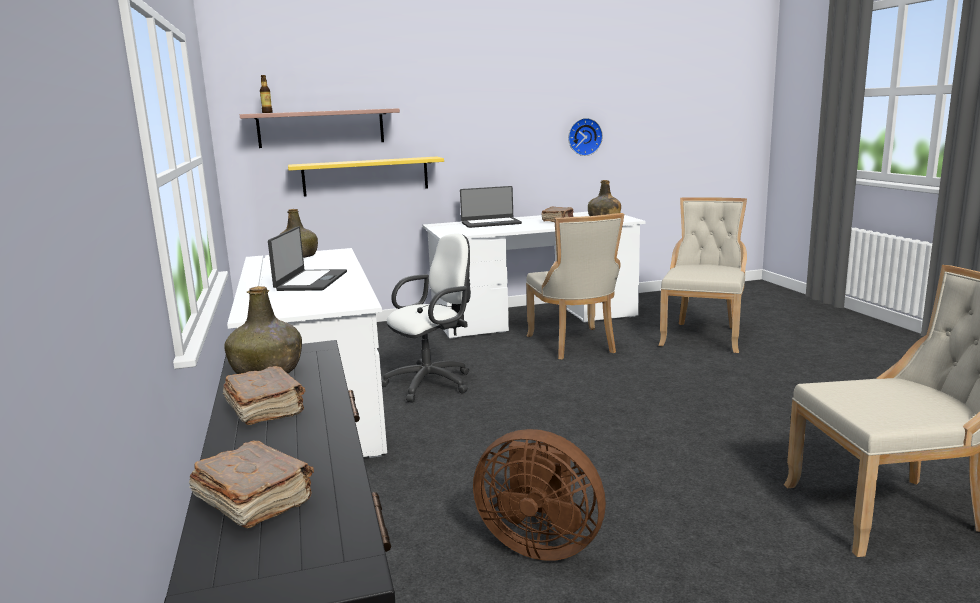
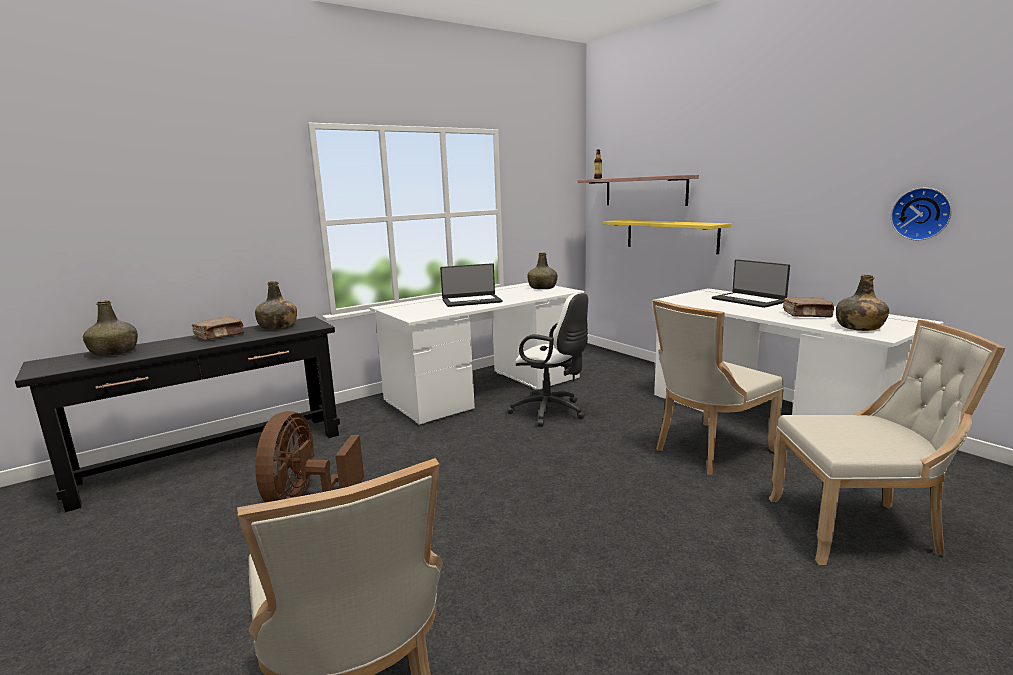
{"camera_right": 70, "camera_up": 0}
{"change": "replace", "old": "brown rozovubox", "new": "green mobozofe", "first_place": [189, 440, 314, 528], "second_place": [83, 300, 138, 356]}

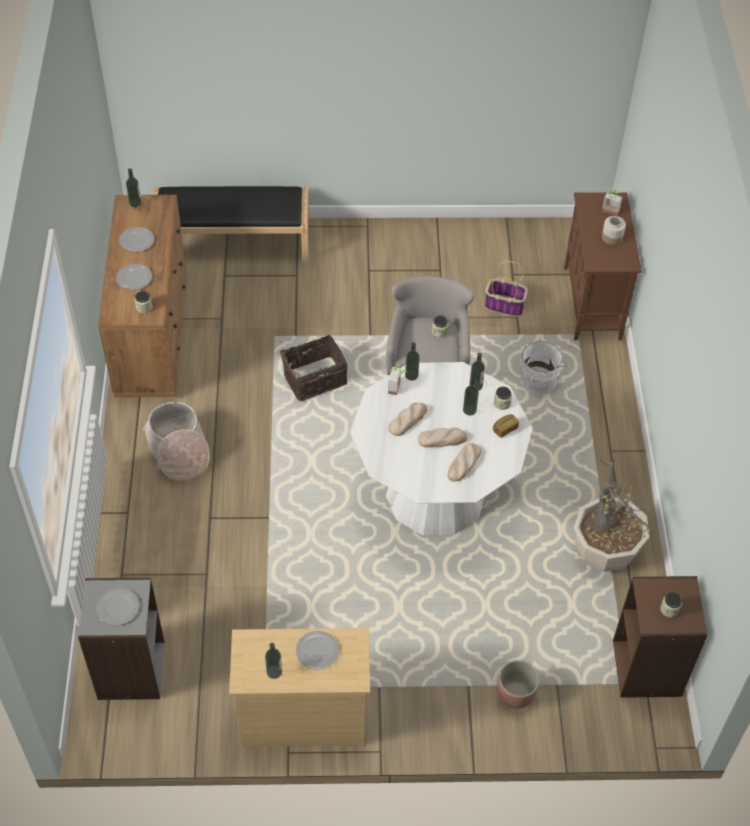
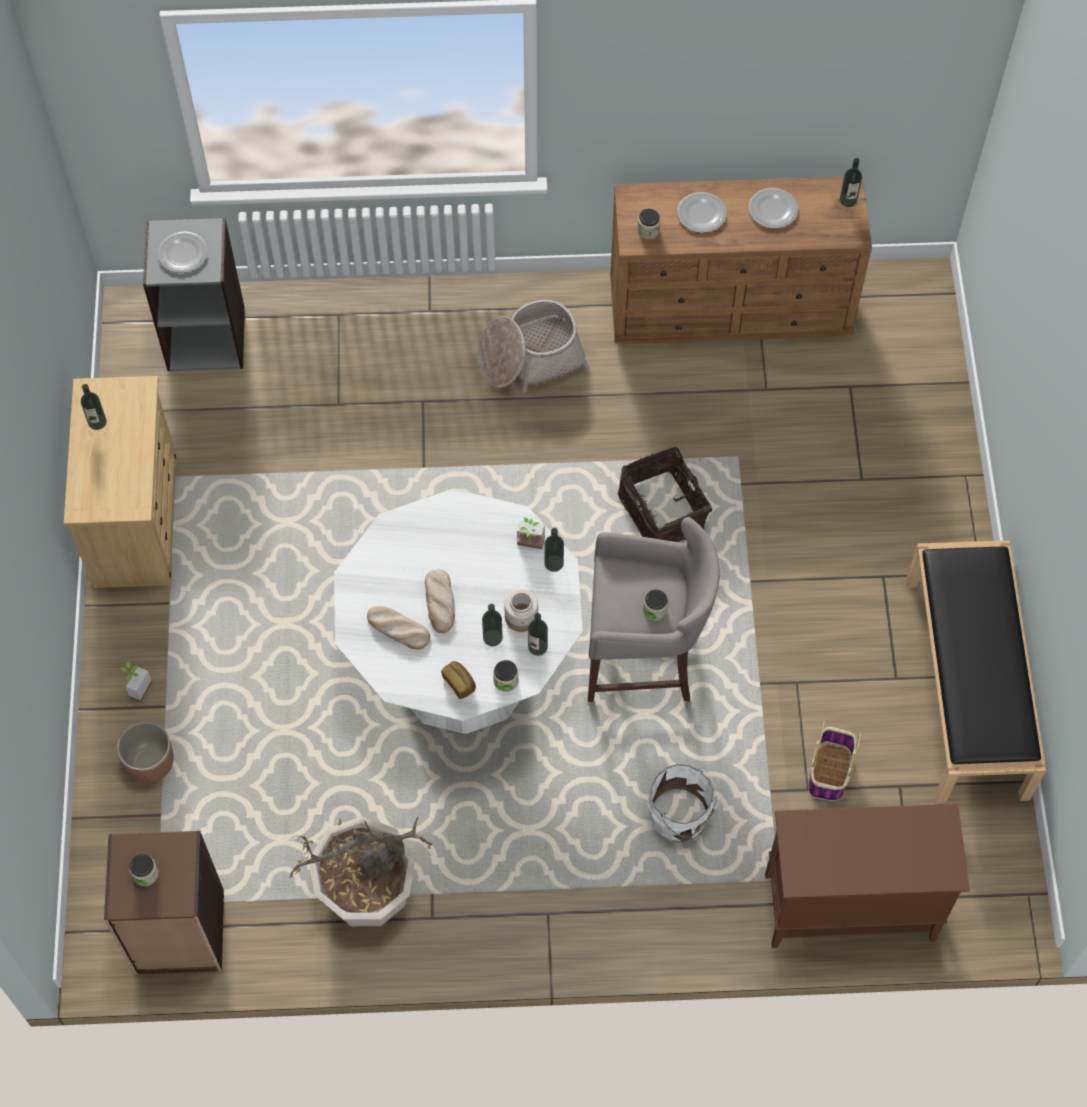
{"camera_right": 90, "camera_up": 10}
{"change": "move", "old": "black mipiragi", "first_place": [153, 186, 309, 263], "second_place": [906, 540, 1046, 804]}
{"change": "move", "old": "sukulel", "first_place": [602, 187, 622, 216], "second_place": [120, 662, 153, 703]}
{"change": "move", "old": "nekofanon", "first_place": [602, 216, 626, 245], "second_place": [504, 589, 538, 632]}
{"change": "delete", "old": "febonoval", "first_place": [388, 403, 427, 436]}
{"change": "delete", "old": "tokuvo", "first_place": [296, 631, 339, 670]}

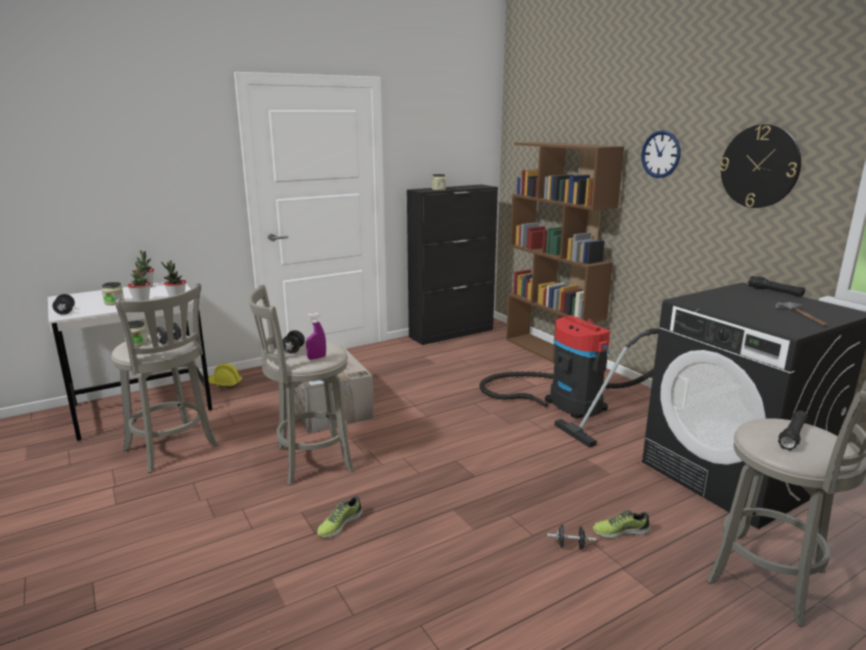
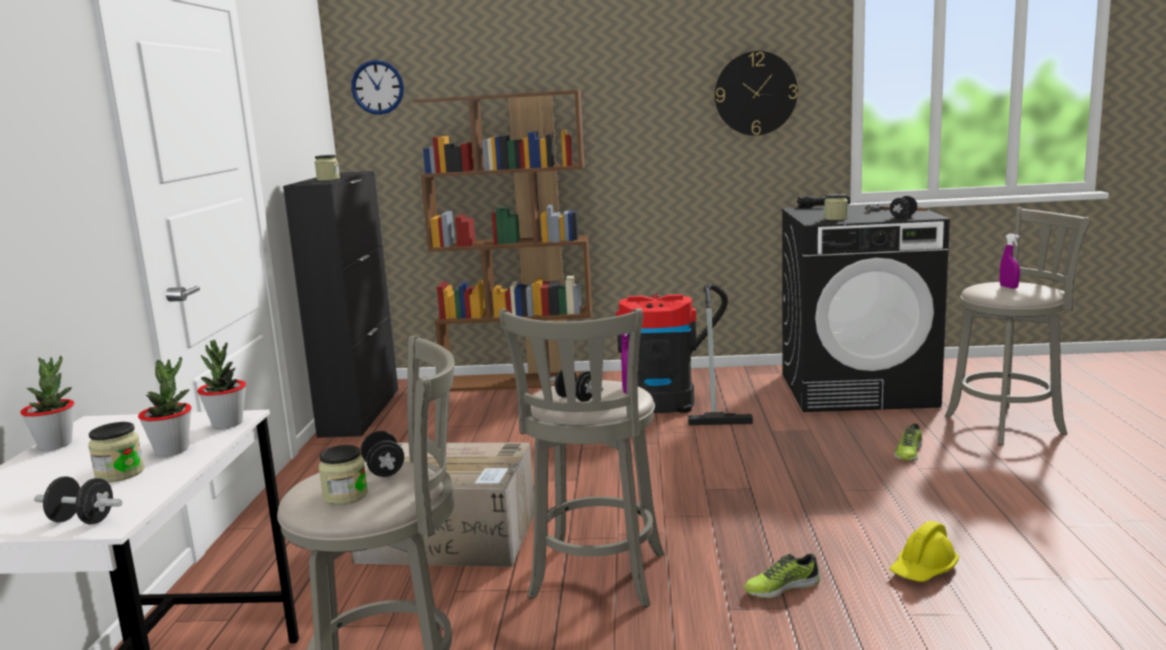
{"camera_right": -55, "camera_up": -5}
{"change": "move", "old": "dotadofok", "first_place": [641, 130, 680, 178], "second_place": [351, 60, 404, 115]}
{"change": "move", "old": "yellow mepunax", "first_place": [208, 363, 242, 388], "second_place": [889, 521, 959, 582]}
{"change": "replace", "old": "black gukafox", "new": "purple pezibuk", "first_place": [778, 410, 808, 451], "second_place": [1000, 234, 1020, 289]}
{"change": "rotate", "old": "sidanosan", "first_place": [317, 496, 363, 538], "second_place": [744, 553, 820, 598], "degrees": 90}
{"change": "move", "old": "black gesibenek", "first_place": [547, 525, 596, 550], "second_place": [890, 196, 917, 218]}
{"change": "insert", "new": "nekofanon", "second_place": [824, 194, 848, 220]}

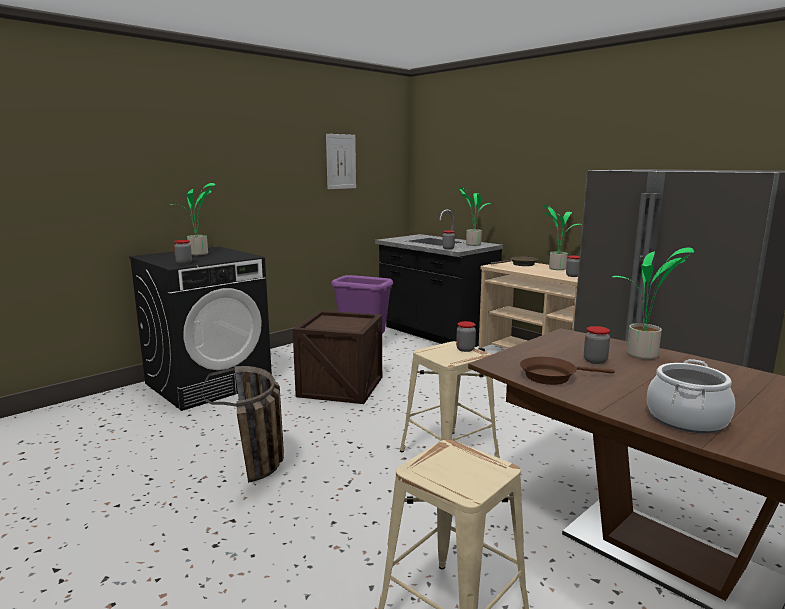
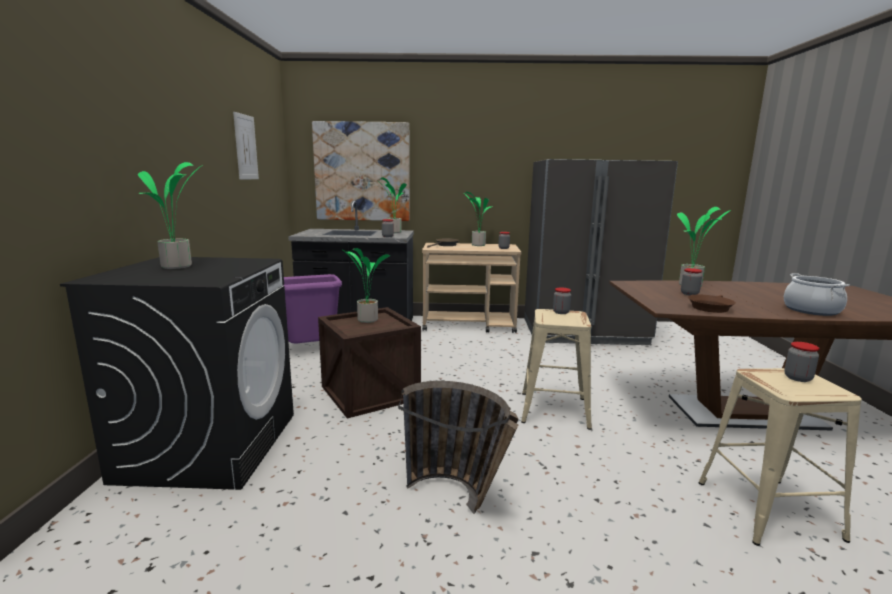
{"camera_right": -45, "camera_up": 0}
{"change": "move", "old": "nekofanon", "first_place": [174, 240, 192, 264], "second_place": [784, 342, 820, 382]}
{"change": "insert", "new": "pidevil", "second_place": [312, 121, 410, 221]}
{"change": "insert", "new": "sukulel", "second_place": [341, 248, 391, 323]}

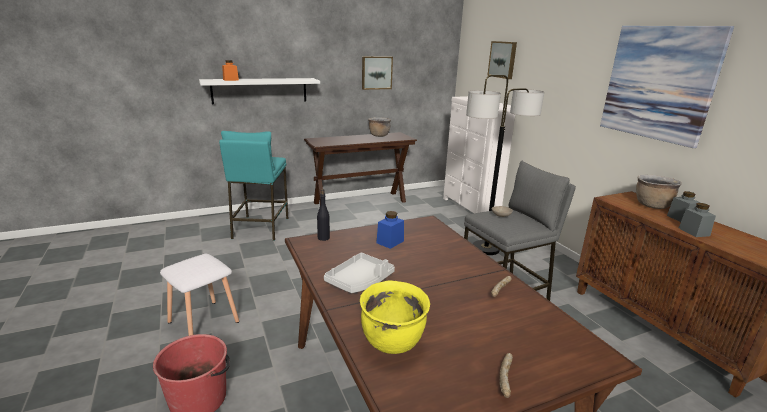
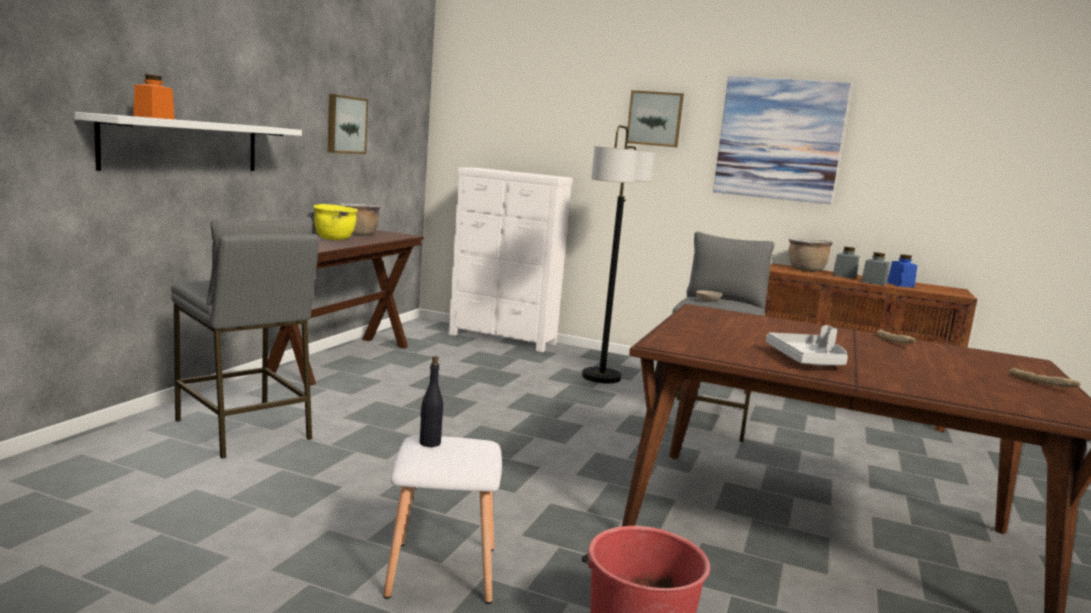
{"camera_right": -45, "camera_up": -10}
{"change": "move", "old": "pidevil", "first_place": [487, 41, 517, 79], "second_place": [627, 90, 684, 147]}
{"change": "recolor", "old": "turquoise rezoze", "new": "grey rezoze", "first_place": [219, 131, 288, 241], "second_place": [171, 217, 319, 459]}
{"change": "move", "old": "black mobozofe", "first_place": [317, 189, 330, 241], "second_place": [420, 356, 443, 447]}
{"change": "move", "old": "blue nekofanon", "first_place": [376, 211, 404, 249], "second_place": [887, 254, 918, 288]}
{"change": "move", "old": "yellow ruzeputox", "first_place": [360, 281, 430, 354], "second_place": [313, 204, 358, 240]}

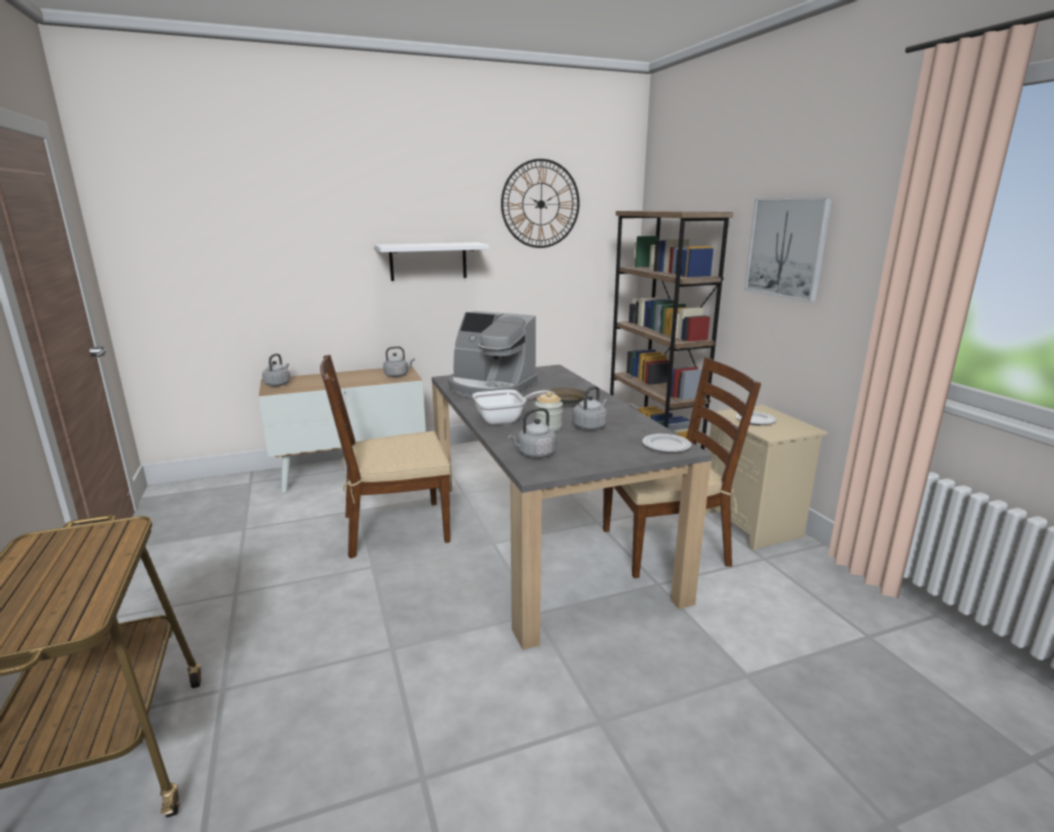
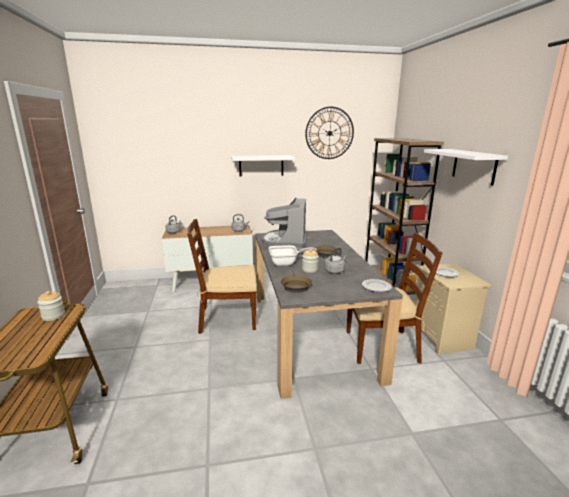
{"camera_right": 10, "camera_up": 0}
{"change": "replace", "old": "pidevil", "new": "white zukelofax", "first_place": [744, 198, 832, 302], "second_place": [424, 149, 508, 185]}
{"change": "rotate", "old": "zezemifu", "first_place": [448, 311, 537, 398], "second_place": [262, 198, 307, 250], "degrees": 60}
{"change": "replace", "old": "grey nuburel", "new": "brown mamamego", "first_place": [508, 408, 557, 458], "second_place": [281, 270, 312, 293]}
{"change": "insert", "new": "nekofanon", "second_place": [37, 291, 65, 321]}

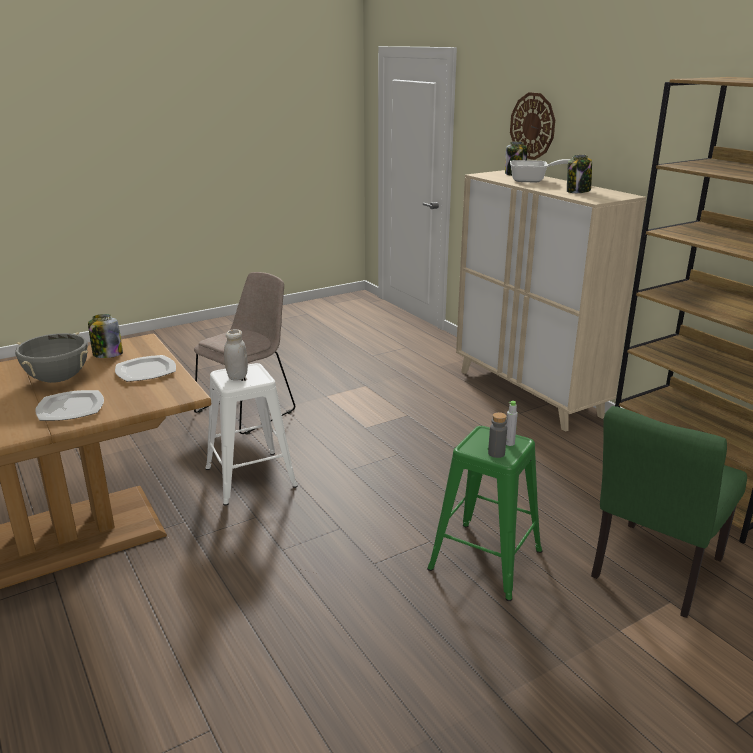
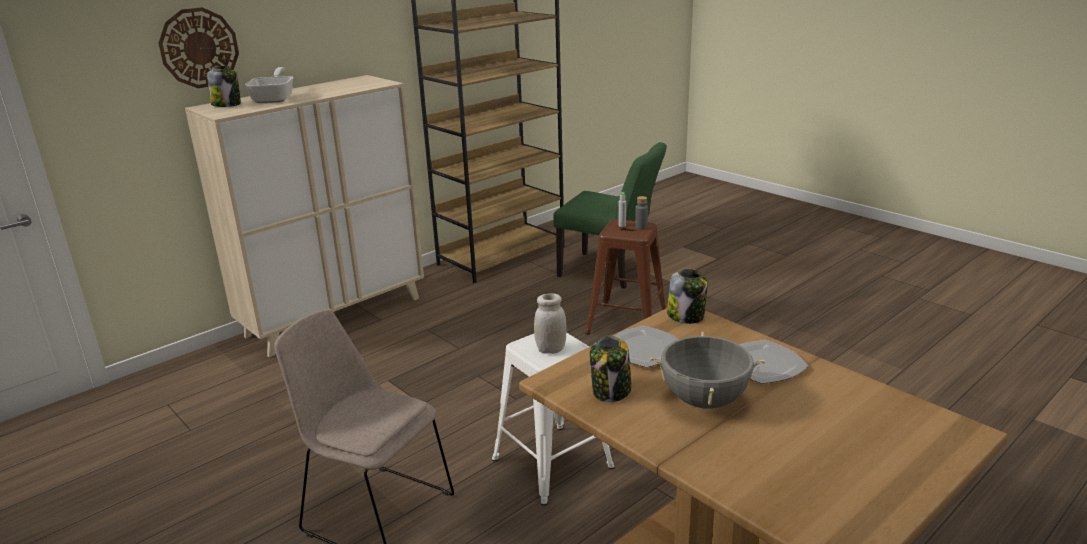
{"camera_right": -100, "camera_up": 0}
{"change": "move", "old": "nekofanon", "first_place": [567, 155, 592, 193], "second_place": [667, 269, 708, 324]}
{"change": "recolor", "old": "green rezoze", "new": "brown rezoze", "first_place": [427, 426, 542, 601], "second_place": [585, 219, 666, 335]}

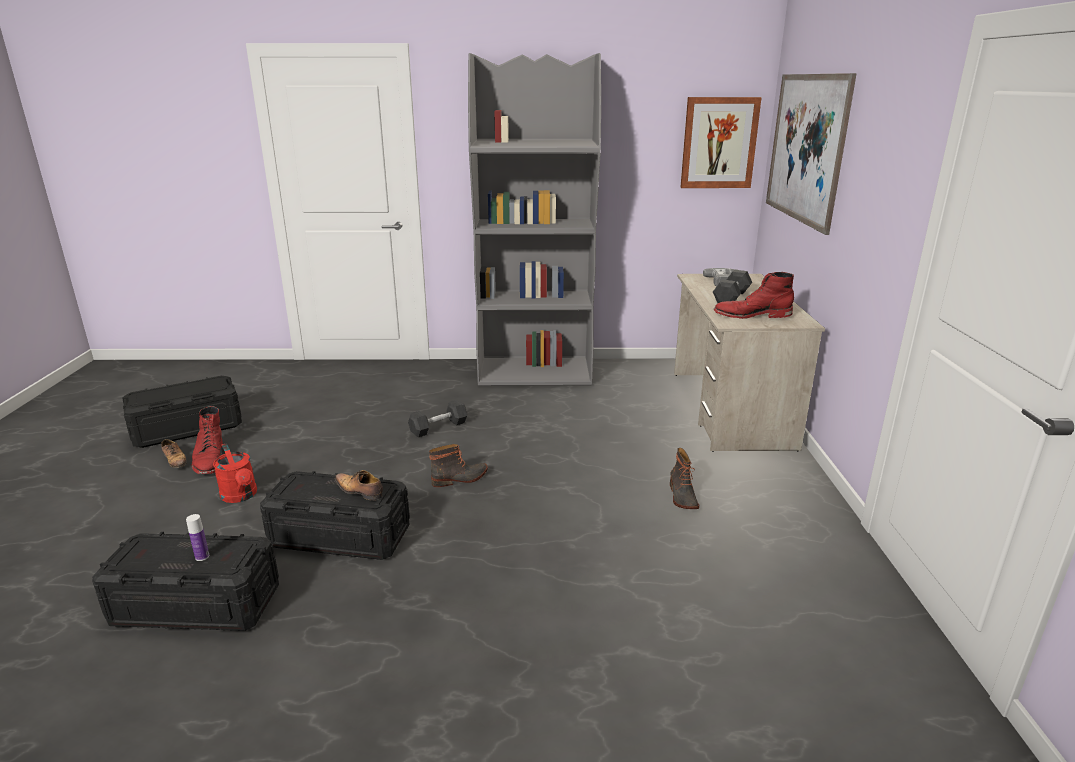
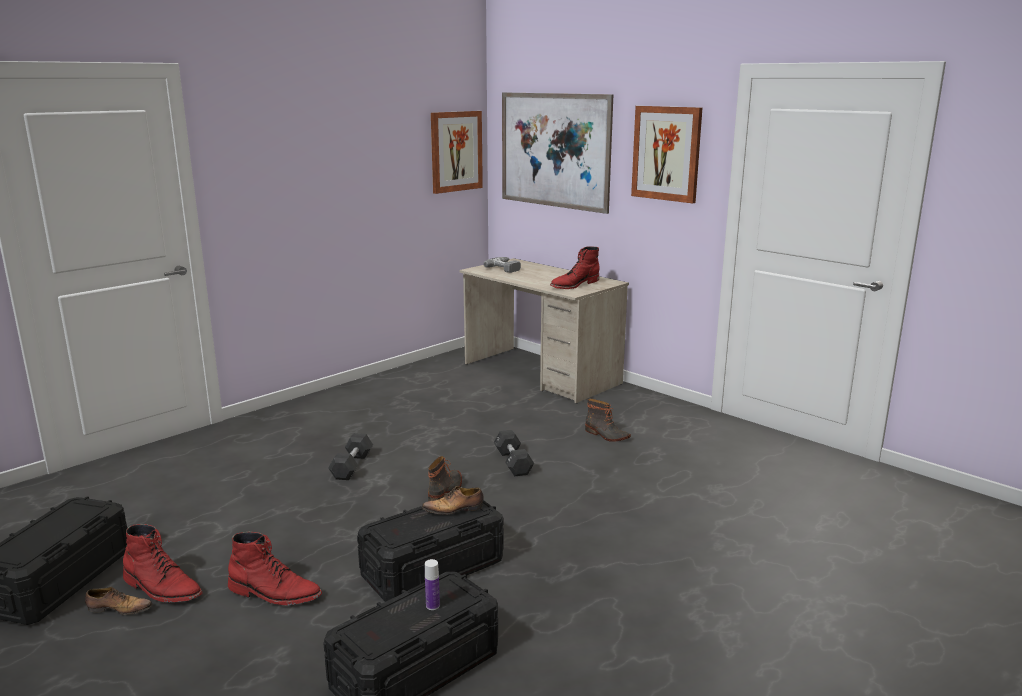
{"camera_right": -45, "camera_up": -5}
{"change": "delete", "old": "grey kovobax", "first_place": [468, 53, 601, 386]}
{"change": "move", "old": "black gesibenek", "first_place": [713, 270, 752, 303], "second_place": [494, 430, 534, 477]}
{"change": "replace", "old": "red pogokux", "new": "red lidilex", "first_place": [213, 443, 257, 503], "second_place": [228, 532, 322, 605]}
{"change": "insert", "new": "pidevil", "second_place": [631, 106, 702, 203]}

